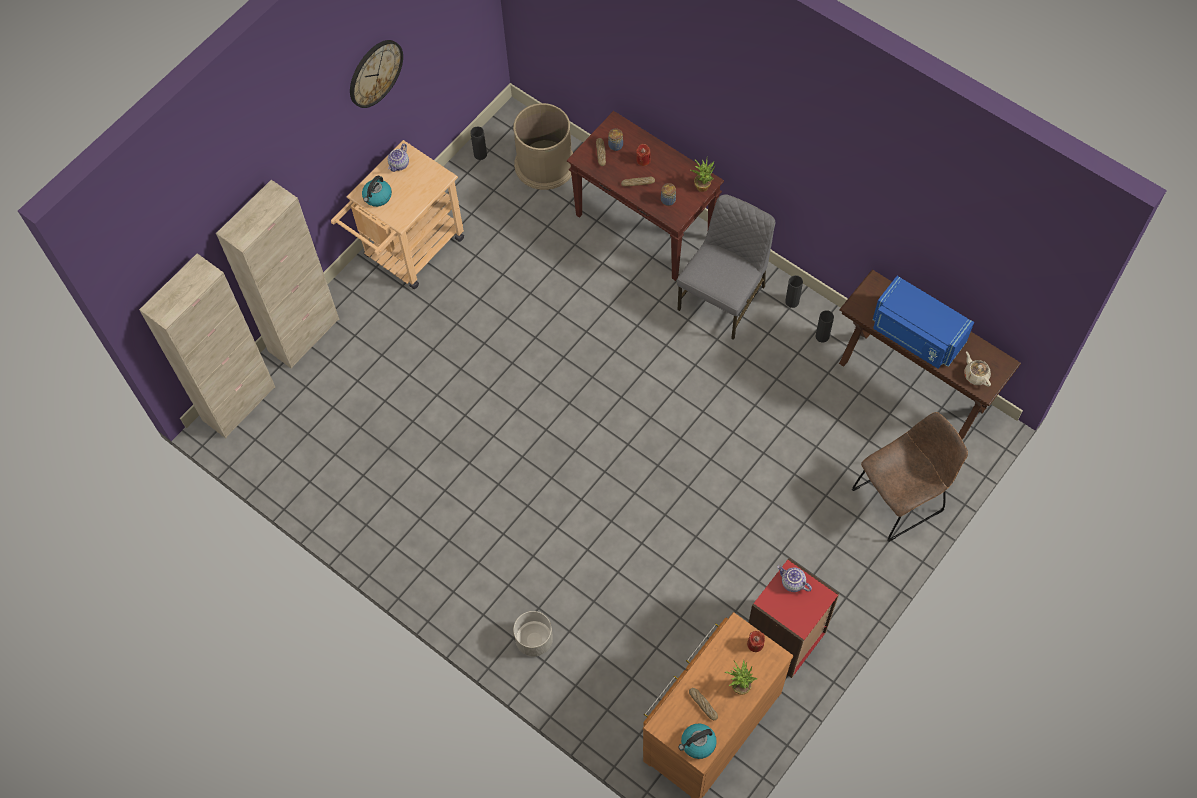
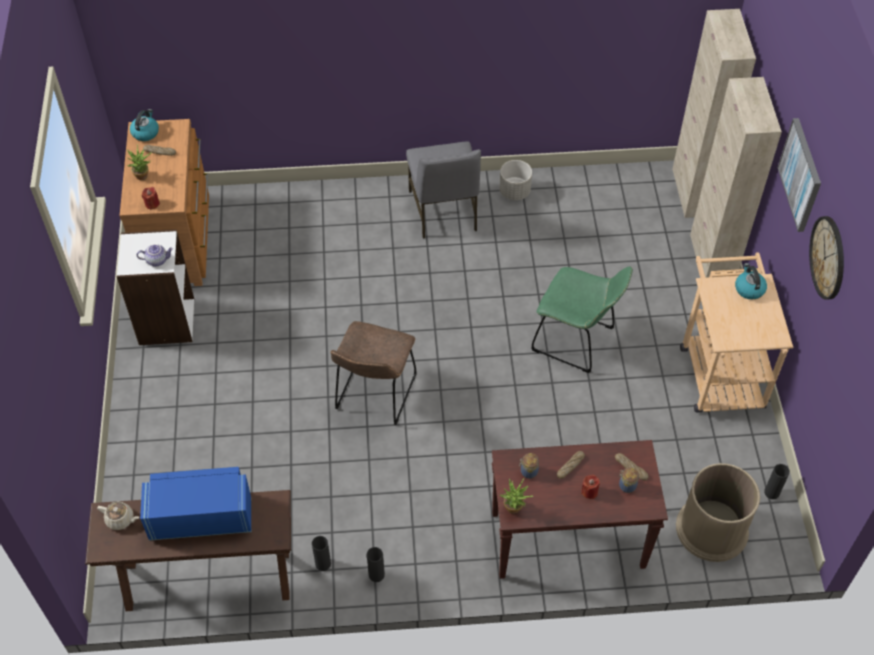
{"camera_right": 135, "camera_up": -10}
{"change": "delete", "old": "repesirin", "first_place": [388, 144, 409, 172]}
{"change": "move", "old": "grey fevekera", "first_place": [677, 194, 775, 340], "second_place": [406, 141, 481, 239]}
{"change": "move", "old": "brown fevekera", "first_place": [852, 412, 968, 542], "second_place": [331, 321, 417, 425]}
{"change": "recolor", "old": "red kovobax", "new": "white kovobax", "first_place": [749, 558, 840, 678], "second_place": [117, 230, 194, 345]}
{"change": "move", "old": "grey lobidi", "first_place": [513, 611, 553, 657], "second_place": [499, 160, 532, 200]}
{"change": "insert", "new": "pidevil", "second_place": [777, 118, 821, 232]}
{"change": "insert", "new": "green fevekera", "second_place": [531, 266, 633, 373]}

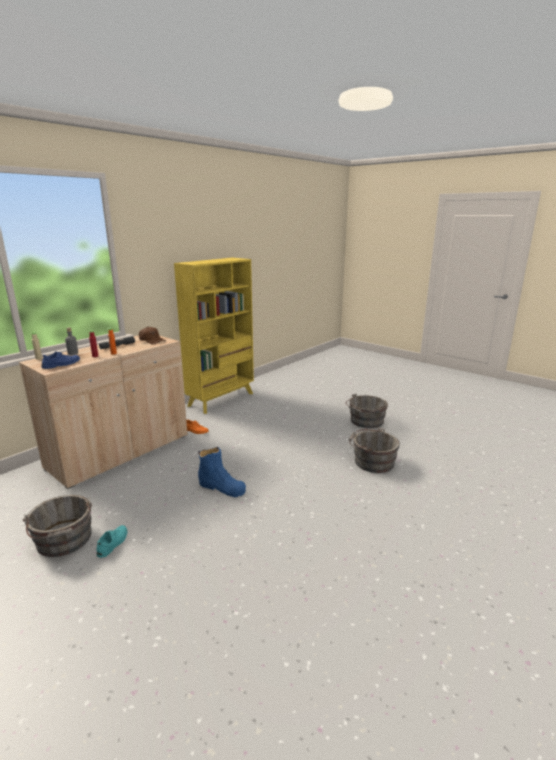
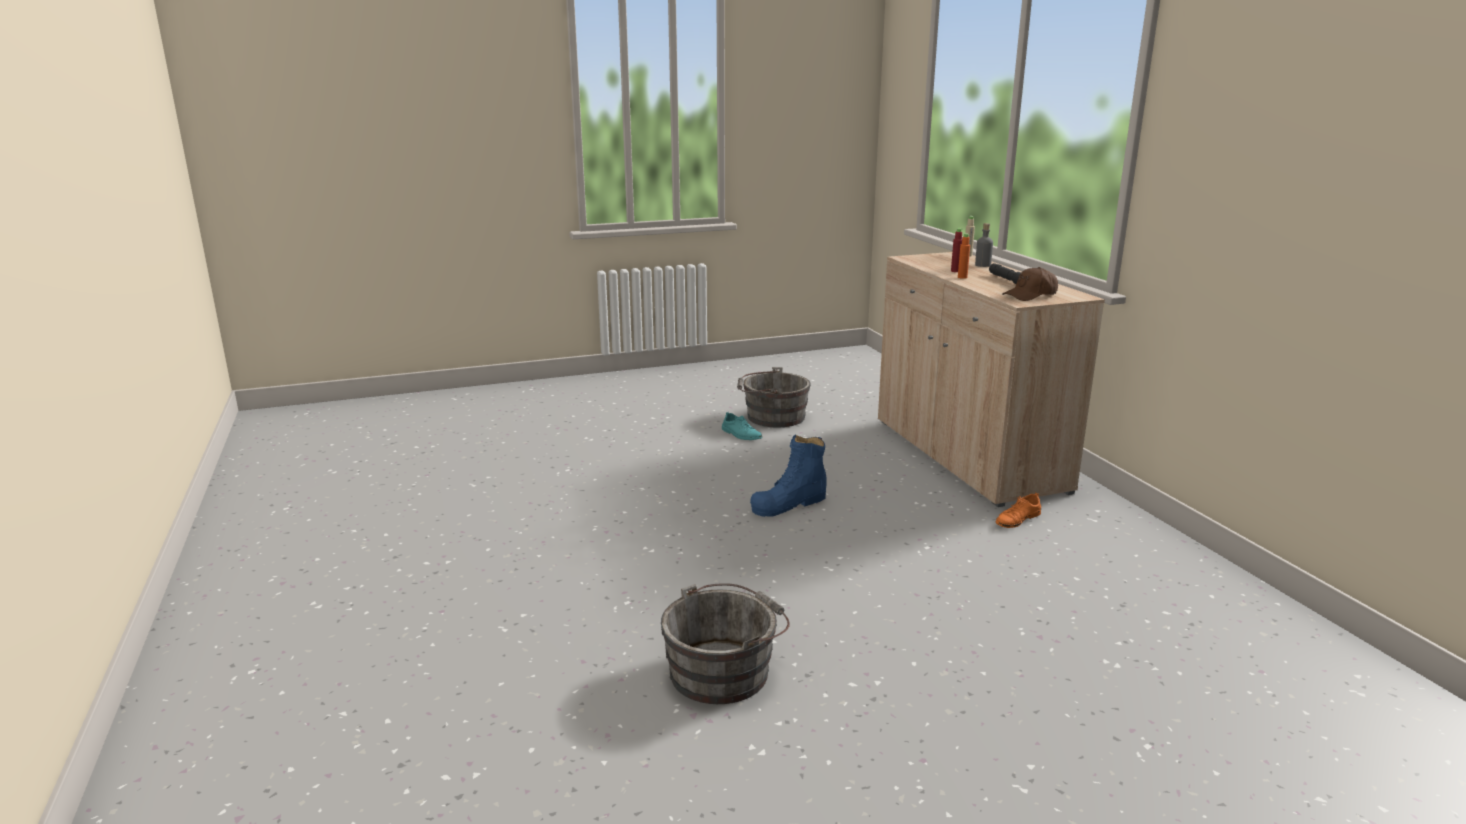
{"camera_right": 120, "camera_up": 0}
{"change": "delete", "old": "yellow kovobax", "first_place": [174, 258, 254, 414]}
{"change": "delete", "old": "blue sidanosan", "first_place": [41, 351, 80, 369]}
{"change": "delete", "old": "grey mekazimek", "first_place": [346, 394, 388, 428]}

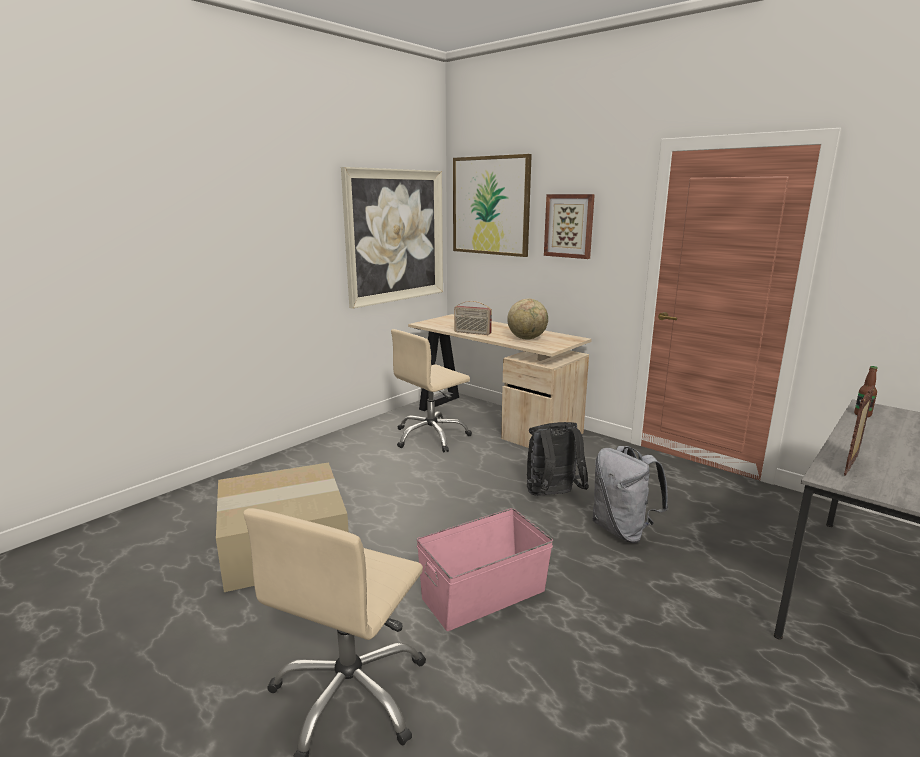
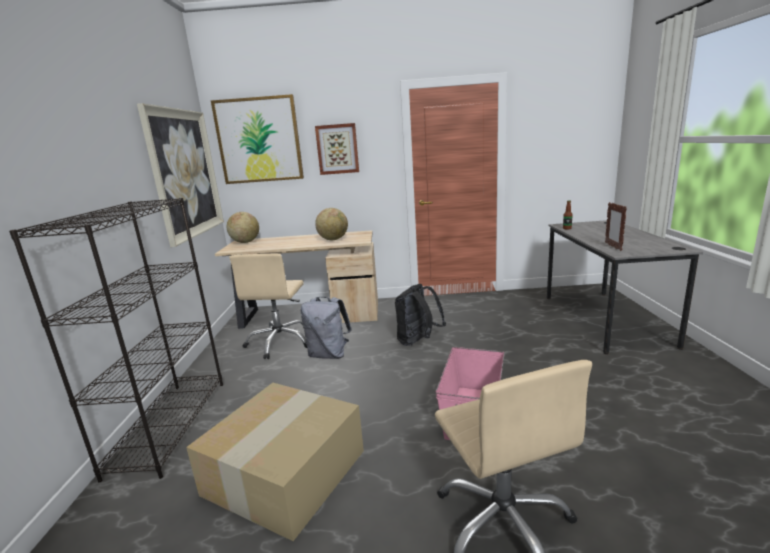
{"camera_right": -40, "camera_up": 0}
{"change": "delete", "old": "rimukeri", "first_place": [454, 301, 492, 335]}
{"change": "move", "old": "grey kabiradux", "first_place": [593, 446, 669, 543], "second_place": [301, 297, 352, 359]}
{"change": "insert", "new": "black kovobax", "second_place": [9, 198, 223, 482]}
{"change": "insert", "new": "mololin", "second_place": [226, 212, 259, 243]}

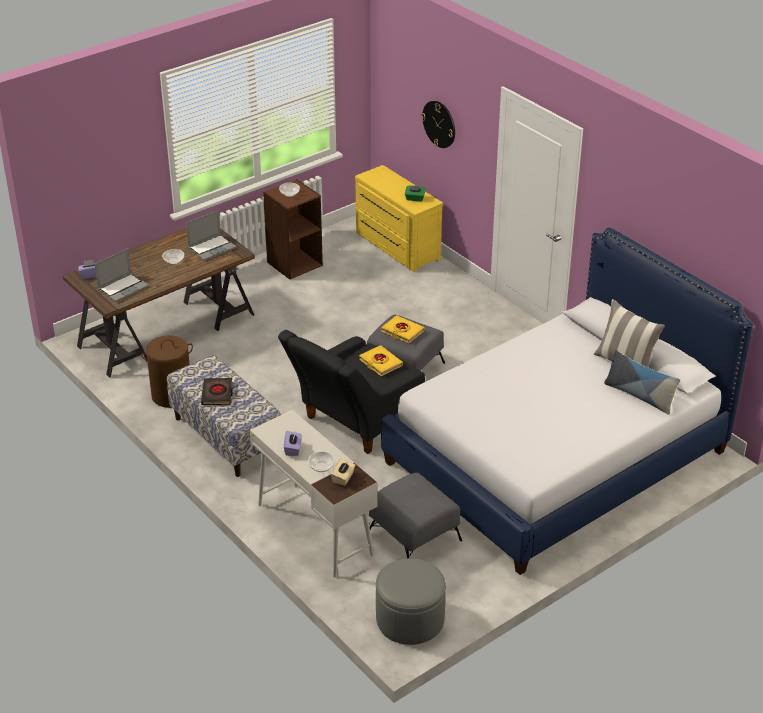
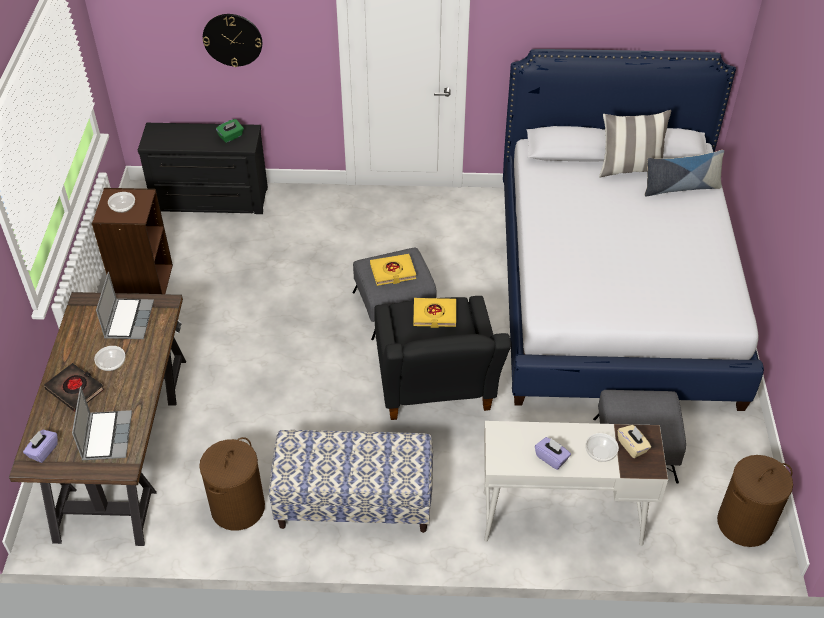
{"camera_right": -50, "camera_up": 10}
{"change": "recolor", "old": "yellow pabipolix", "new": "black pabipolix", "first_place": [355, 165, 443, 272], "second_place": [138, 123, 268, 214]}
{"change": "move", "old": "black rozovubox", "first_place": [201, 378, 233, 405], "second_place": [44, 363, 105, 412]}
{"change": "replace", "old": "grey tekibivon", "new": "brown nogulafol", "first_place": [376, 558, 446, 645], "second_place": [717, 455, 793, 547]}

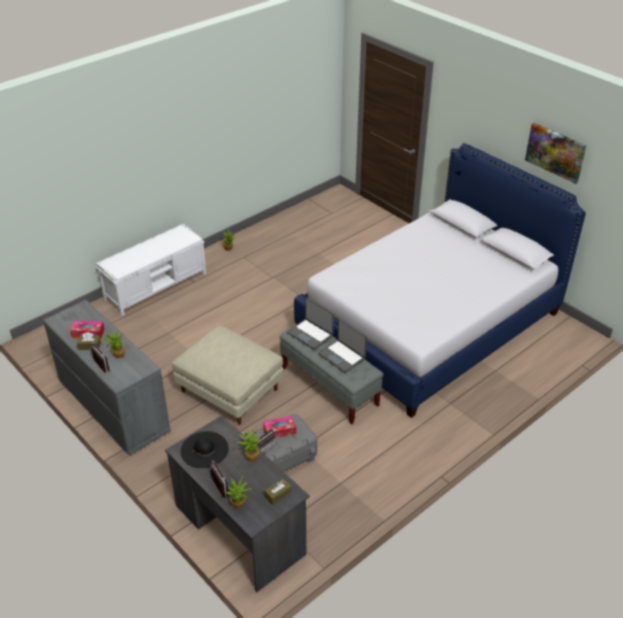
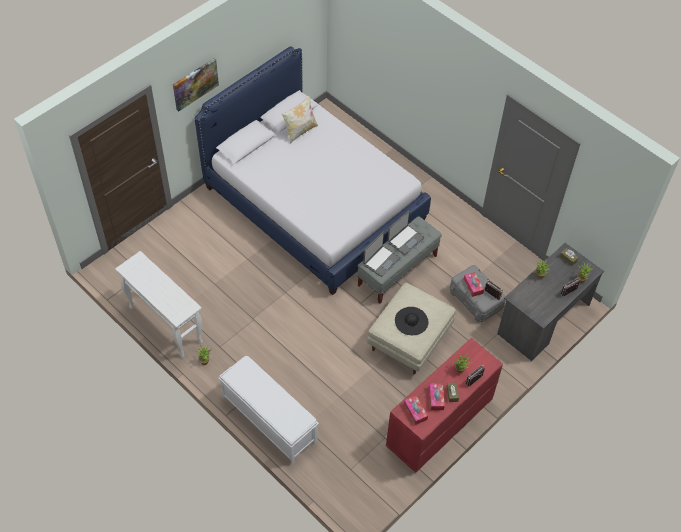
{"camera_right": -95, "camera_up": 15}
{"change": "move", "old": "pidevil", "first_place": [525, 123, 587, 184], "second_place": [173, 58, 219, 111]}
{"change": "recolor", "old": "grey pabipolix", "new": "red pabipolix", "first_place": [43, 300, 171, 456], "second_place": [386, 338, 503, 473]}
{"change": "move", "old": "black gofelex", "first_place": [181, 431, 229, 468], "second_place": [395, 307, 428, 335]}
{"change": "insert", "new": "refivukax", "second_place": [282, 95, 318, 144]}
{"change": "insert", "new": "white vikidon", "second_place": [115, 251, 203, 358]}
{"change": "insert", "new": "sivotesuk", "second_place": [404, 395, 428, 425]}

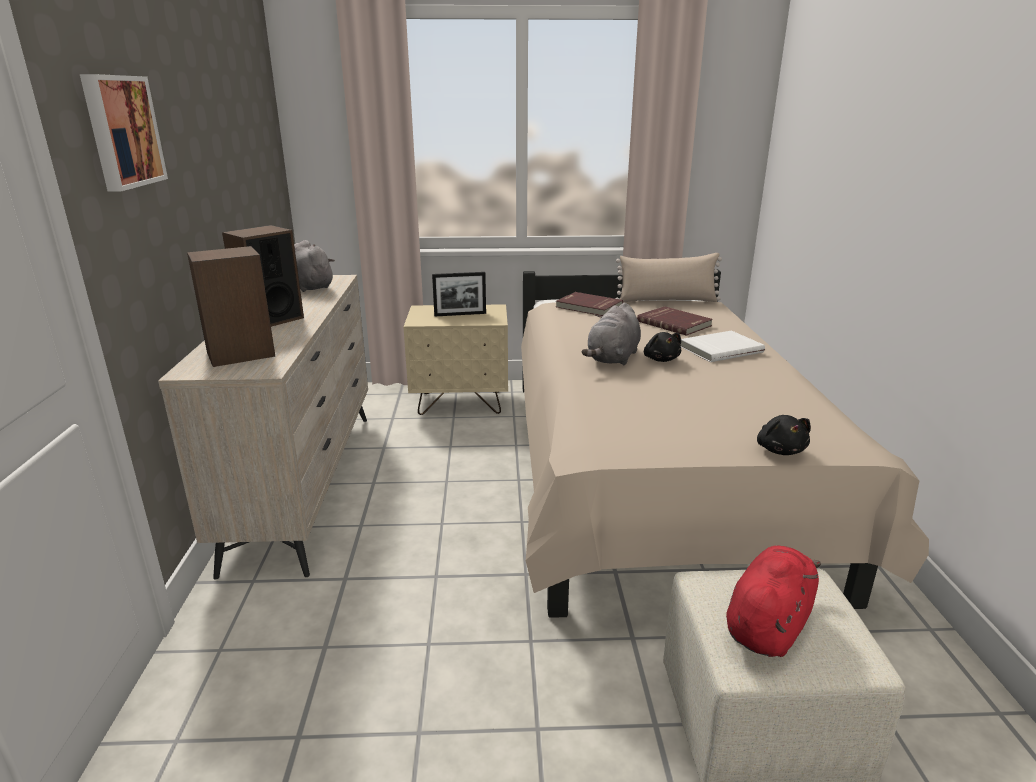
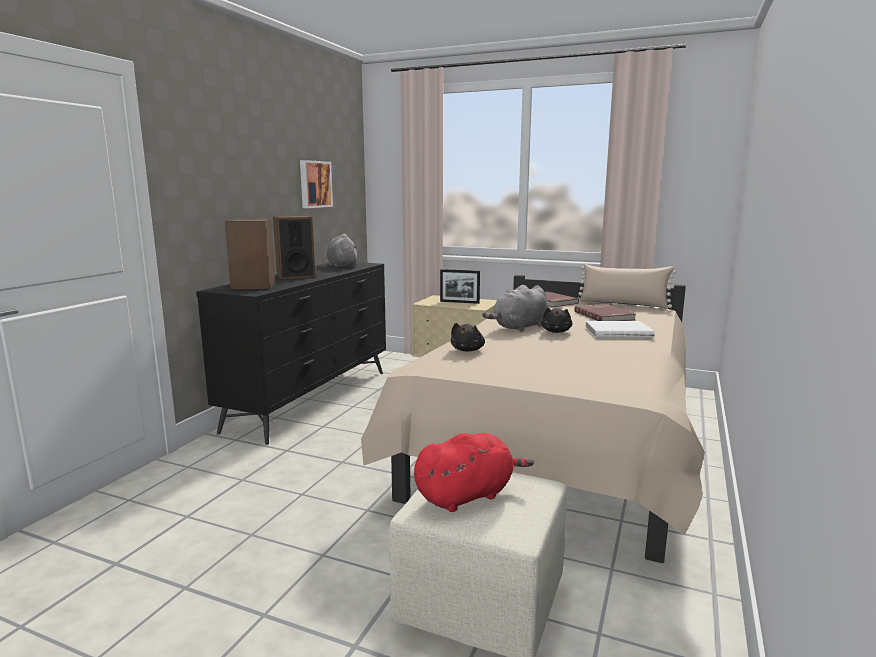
{"camera_right": 25, "camera_up": -10}
{"change": "move", "old": "pidevil", "first_place": [80, 74, 168, 192], "second_place": [300, 160, 333, 208]}
{"change": "recolor", "old": "beige pabipolix", "new": "black pabipolix", "first_place": [158, 275, 368, 580], "second_place": [196, 262, 386, 445]}
{"change": "move", "old": "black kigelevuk", "first_place": [757, 415, 811, 455], "second_place": [451, 323, 485, 351]}

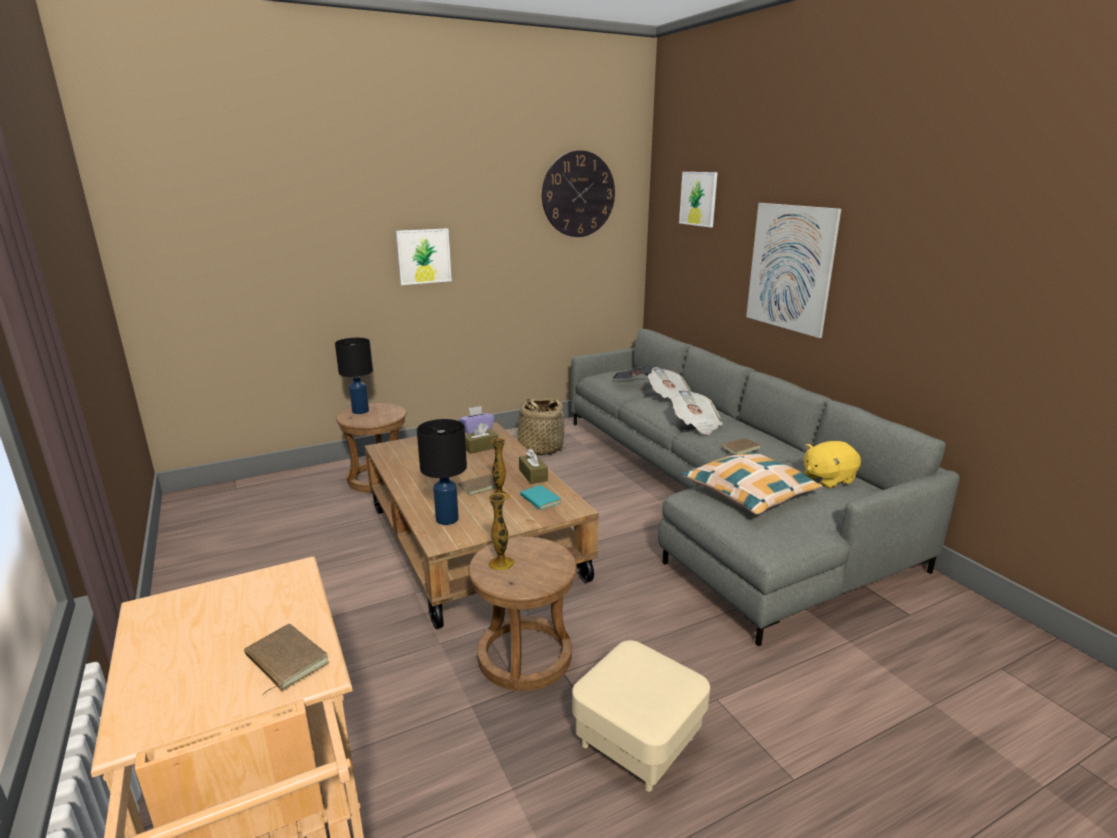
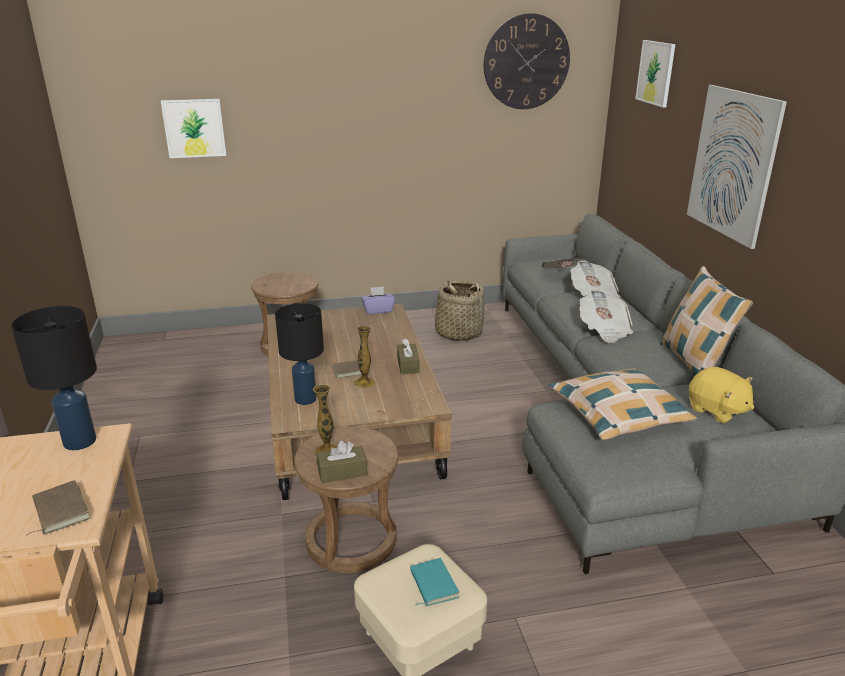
{"camera_right": 15, "camera_up": 5}
{"change": "move", "old": "pidevil", "first_place": [396, 228, 452, 285], "second_place": [161, 99, 226, 158]}
{"change": "move", "old": "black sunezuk", "first_place": [335, 338, 373, 414], "second_place": [11, 306, 97, 450]}
{"change": "move", "old": "brown sivotesuk", "first_place": [465, 423, 498, 454], "second_place": [317, 441, 367, 483]}
{"change": "delete", "old": "brown rozovubox", "first_place": [720, 438, 760, 455]}
{"change": "rotate", "old": "yellow kigelevuk", "first_place": [804, 441, 861, 488], "second_place": [689, 367, 754, 423], "degrees": -120}
{"change": "move", "old": "turquoise rozovubox", "first_place": [520, 485, 561, 510], "second_place": [410, 558, 459, 606]}
{"change": "insert", "new": "refivukax", "second_place": [660, 266, 753, 376]}

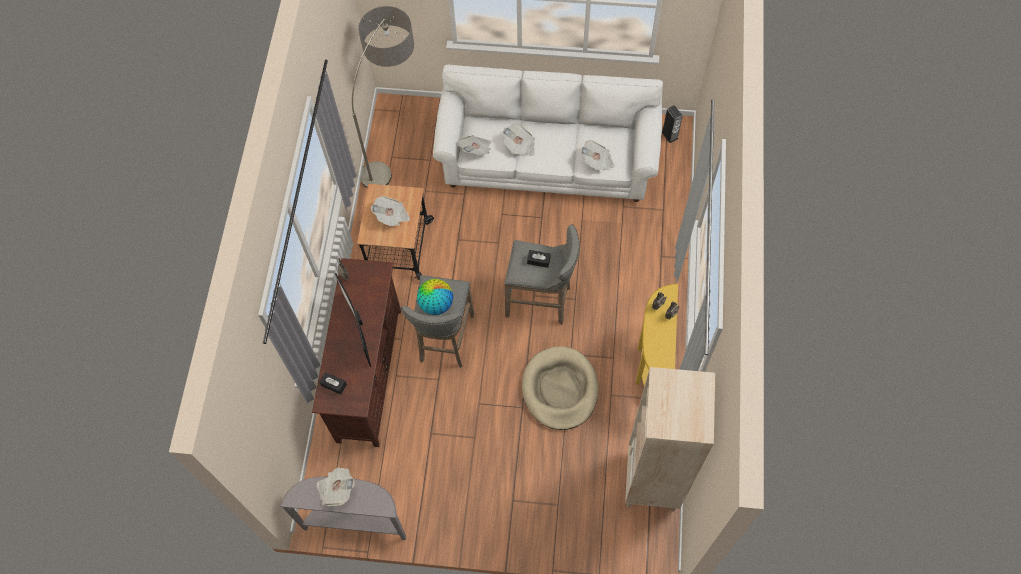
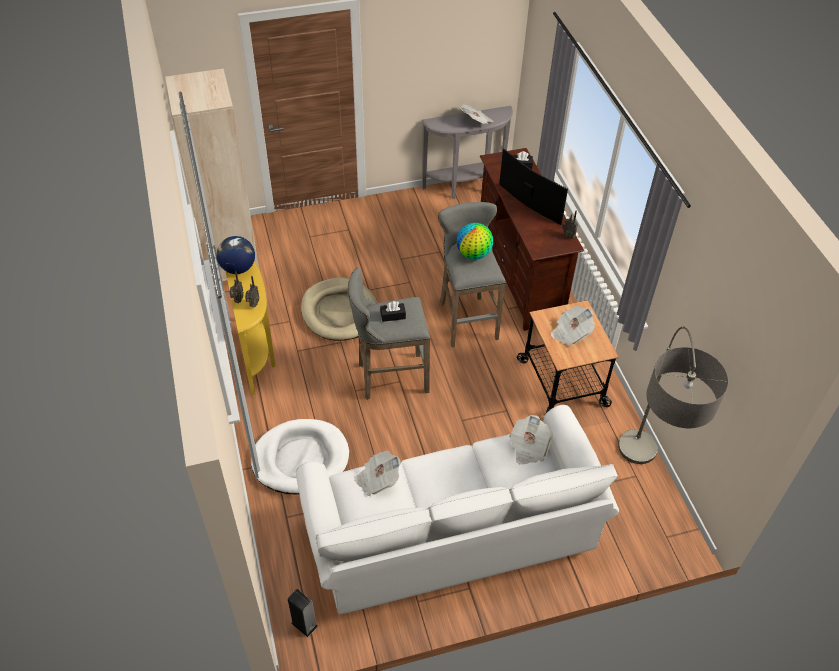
{"camera_right": 155, "camera_up": -15}
{"change": "delete", "old": "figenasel", "first_place": [503, 123, 535, 156]}
{"change": "insert", "new": "mololin", "second_place": [216, 236, 255, 274]}
{"change": "insert", "new": "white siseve", "second_place": [251, 419, 349, 494]}

